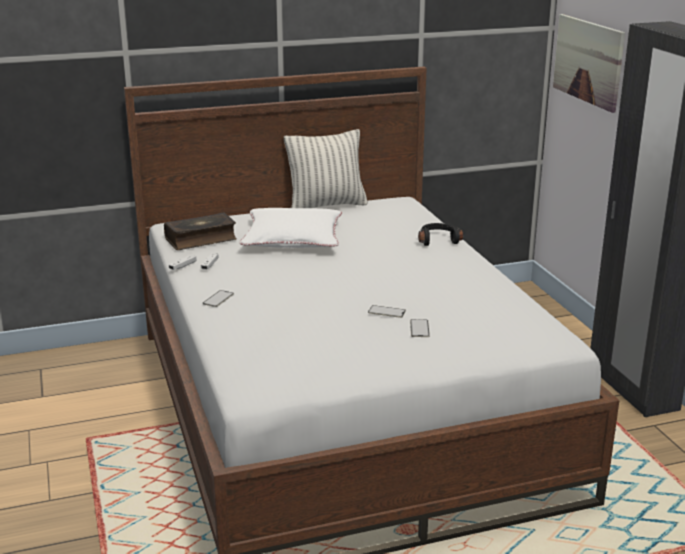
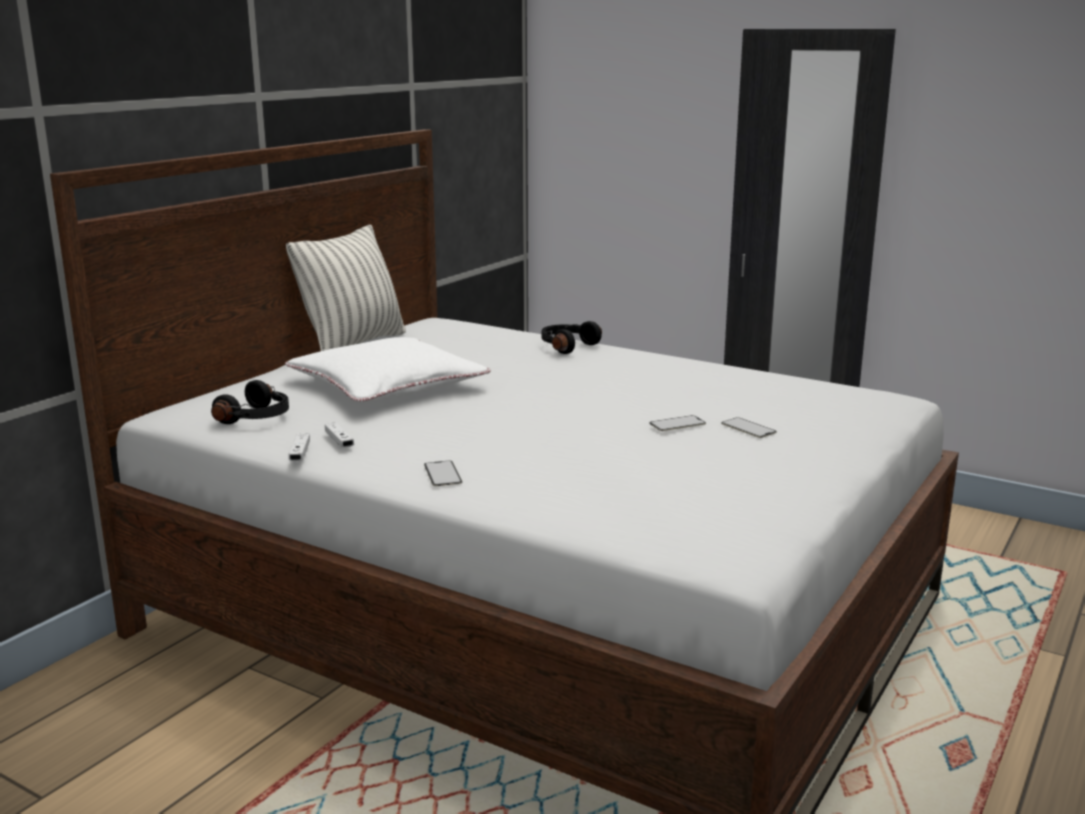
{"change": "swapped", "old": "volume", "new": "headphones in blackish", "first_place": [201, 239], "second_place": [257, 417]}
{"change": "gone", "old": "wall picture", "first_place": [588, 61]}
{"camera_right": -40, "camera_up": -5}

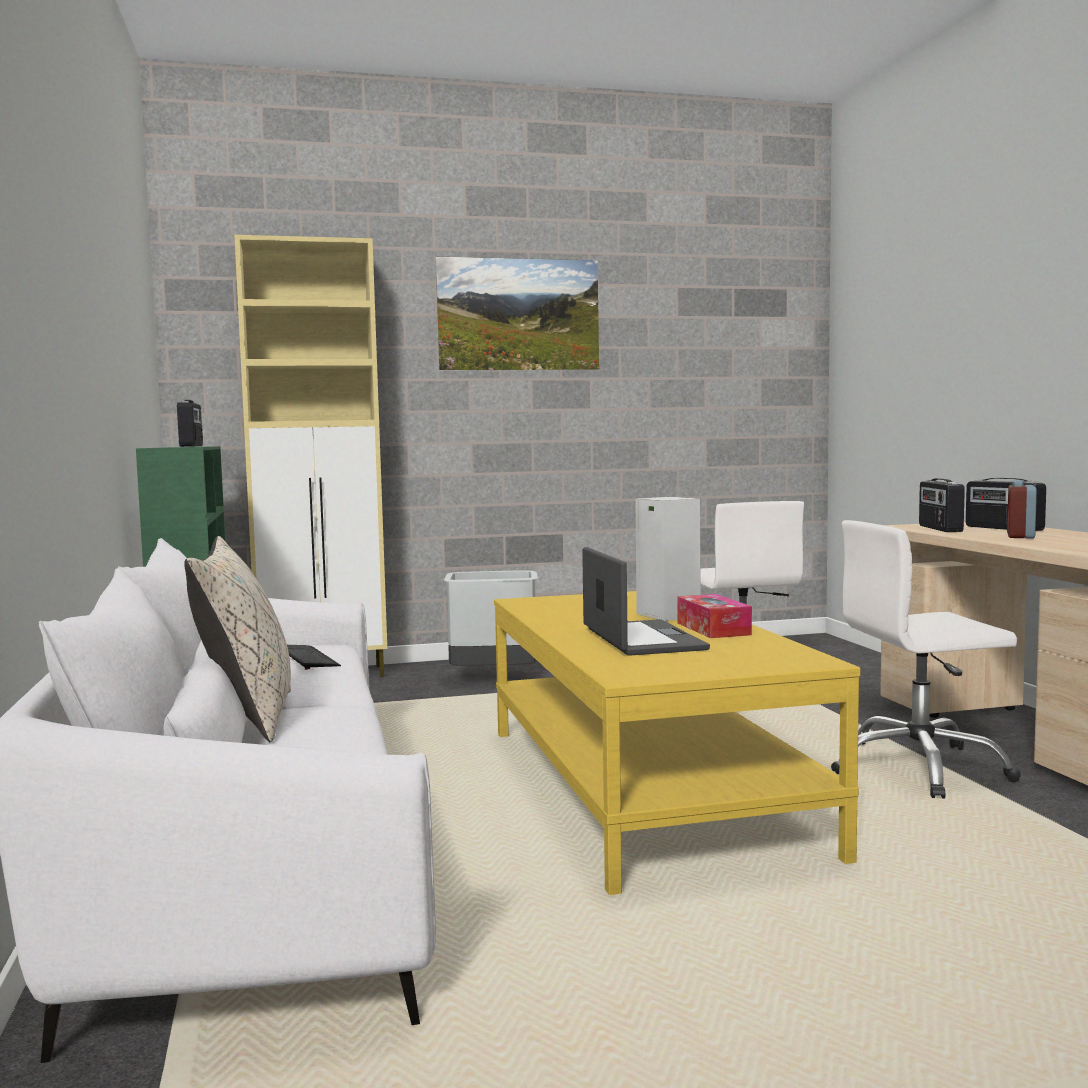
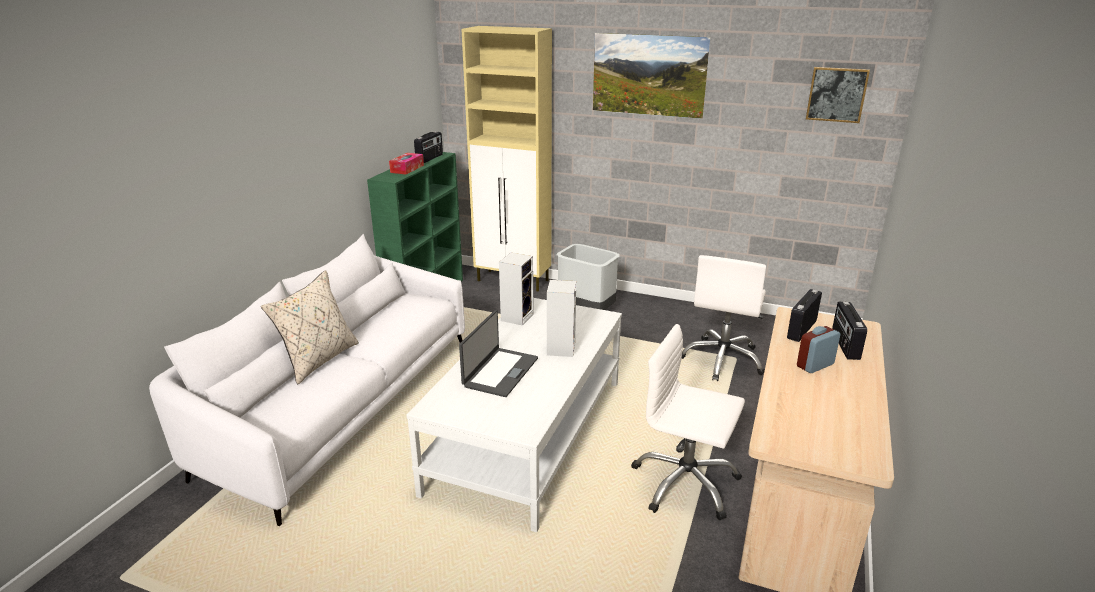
{"change": "shifted", "old": "tissue box", "first_place": [713, 629], "second_place": [407, 169]}
{"change": "repainted", "old": "low table in yellow-coloured", "new": "low table in white-coloured", "first_place": [643, 788], "second_place": [528, 434]}
{"change": "new", "new": "loudspeaker", "second_place": [517, 316]}
{"change": "new", "new": "wall picture", "second_place": [836, 94]}
{"change": "gone", "old": "computer keyboard", "first_place": [307, 658]}
{"camera_right": 35, "camera_up": 20}

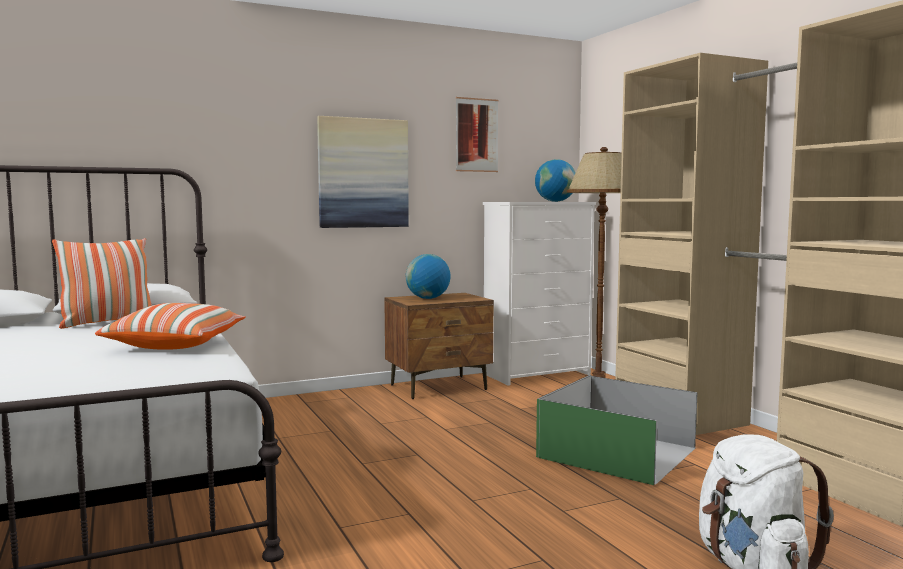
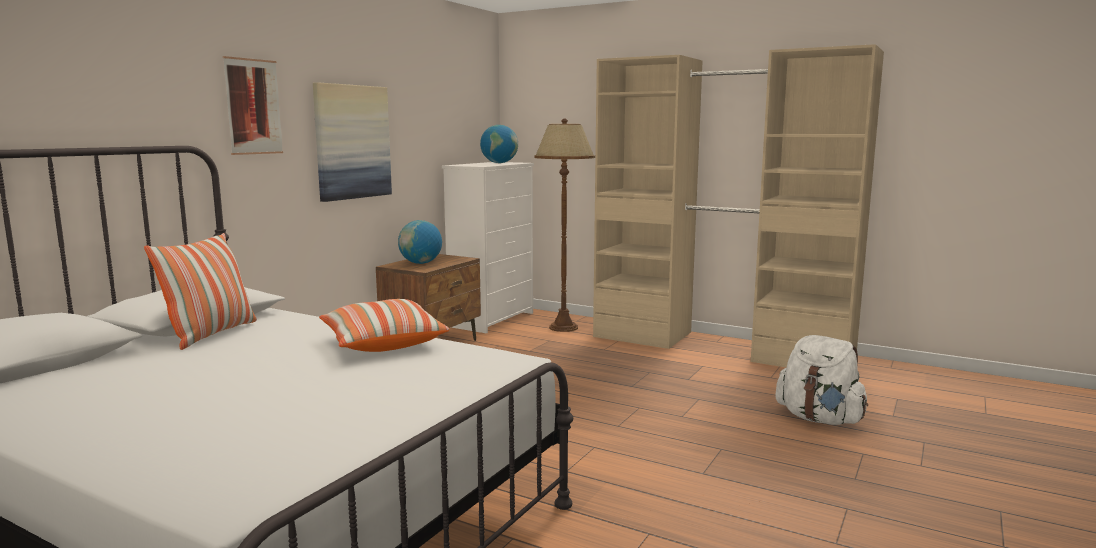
{"change": "shifted", "old": "wall picture", "first_place": [476, 135], "second_place": [253, 107]}
{"change": "gone", "old": "storage container in greenish", "first_place": [616, 453]}
{"camera_right": -35, "camera_up": 5}

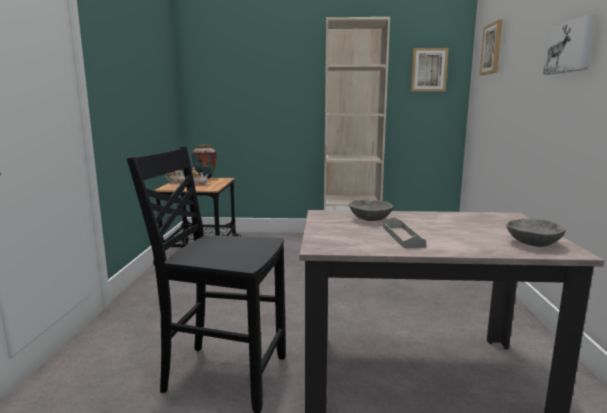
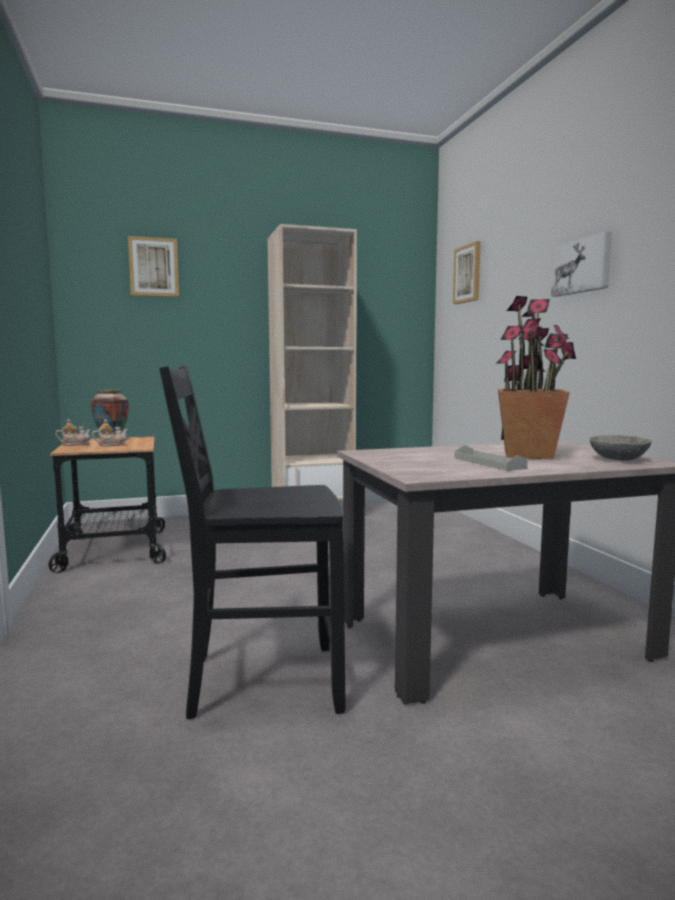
{"change": "shifted", "old": "wall picture", "first_place": [429, 70], "second_place": [153, 267]}
{"change": "new", "new": "houseplant", "second_place": [529, 455]}
{"change": "gone", "old": "deep dish in gray", "first_place": [369, 219]}
{"camera_right": -20, "camera_up": -5}

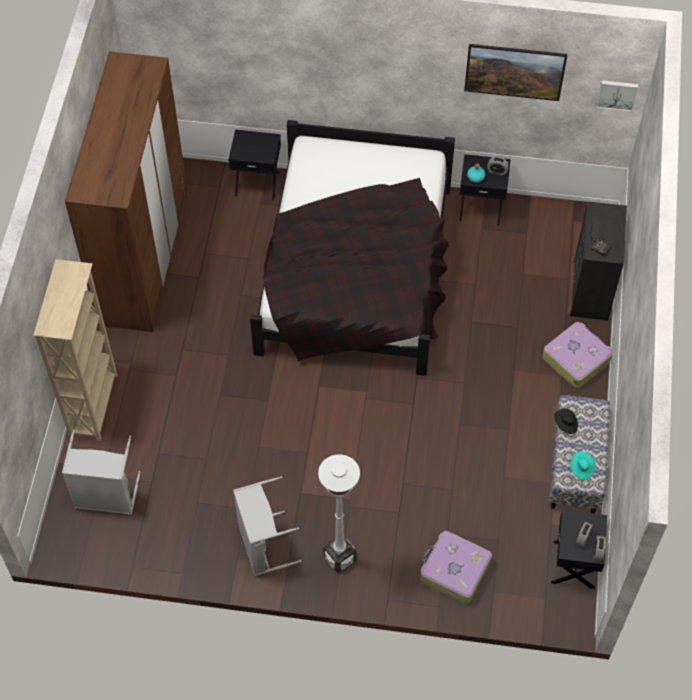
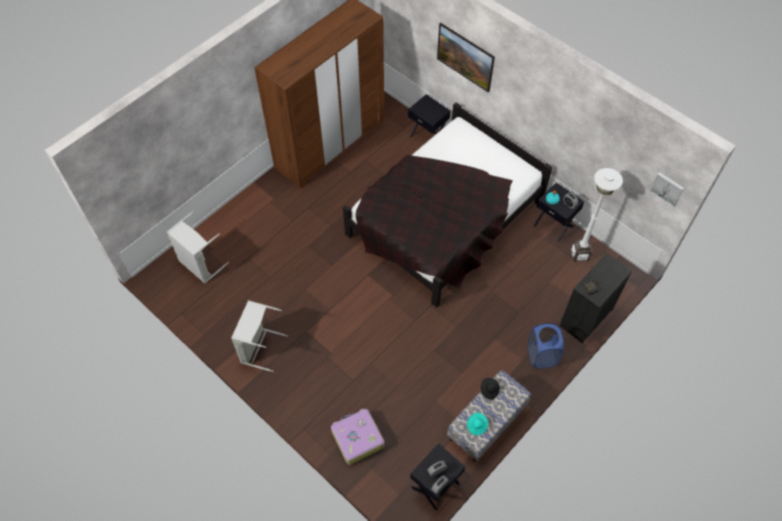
{"change": "shifted", "old": "wall picture", "first_place": [513, 83], "second_place": [464, 66]}
{"change": "swapped", "old": "piece of luggage", "new": "washing basket in bluish", "first_place": [576, 359], "second_place": [541, 355]}
{"change": "shifted", "old": "floor lamp in white-coloured", "first_place": [339, 558], "second_place": [579, 254]}
{"change": "gone", "old": "bookshelf in beige-coloured", "first_place": [94, 405]}
{"camera_right": 35, "camera_up": 0}

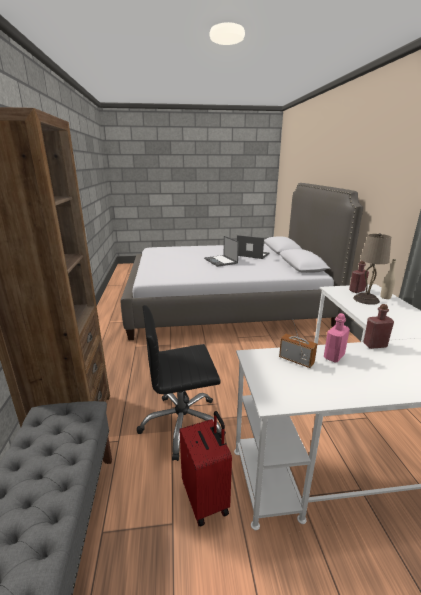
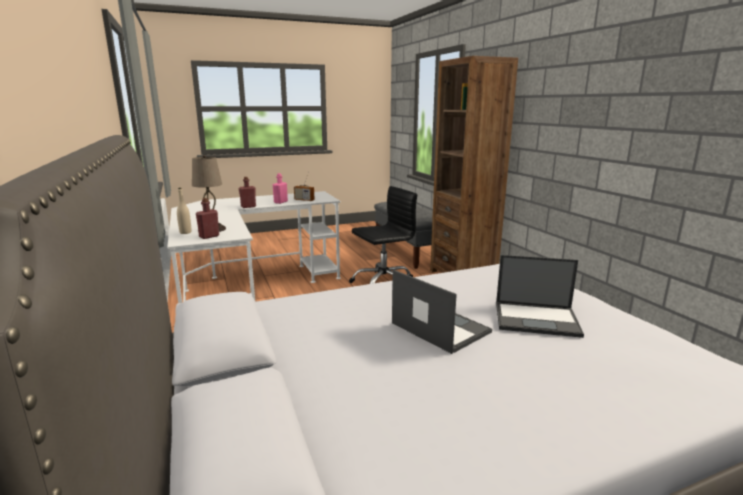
{"change": "shifted", "old": "portable computer", "first_place": [252, 254], "second_place": [537, 319]}
{"change": "gone", "old": "piece of luggage in reddish", "first_place": [206, 499]}
{"camera_right": 165, "camera_up": -5}

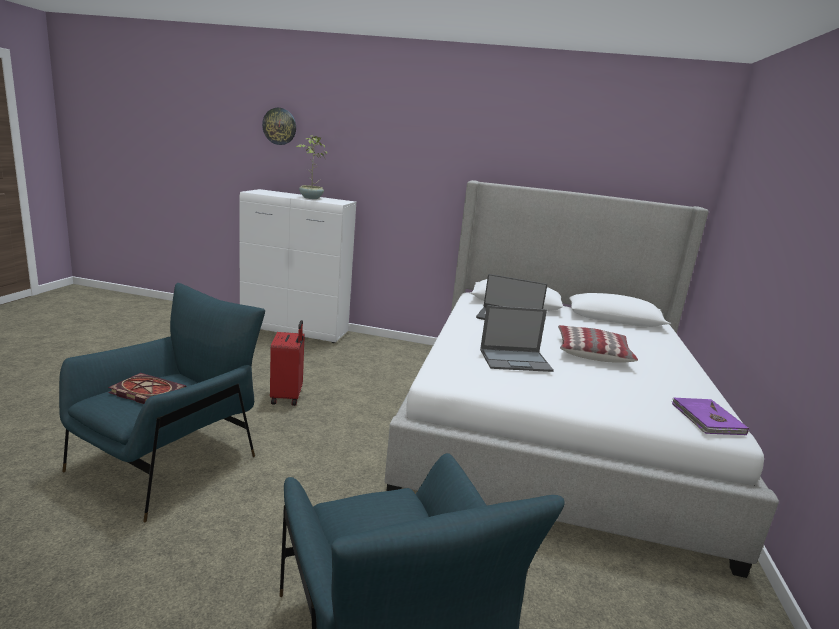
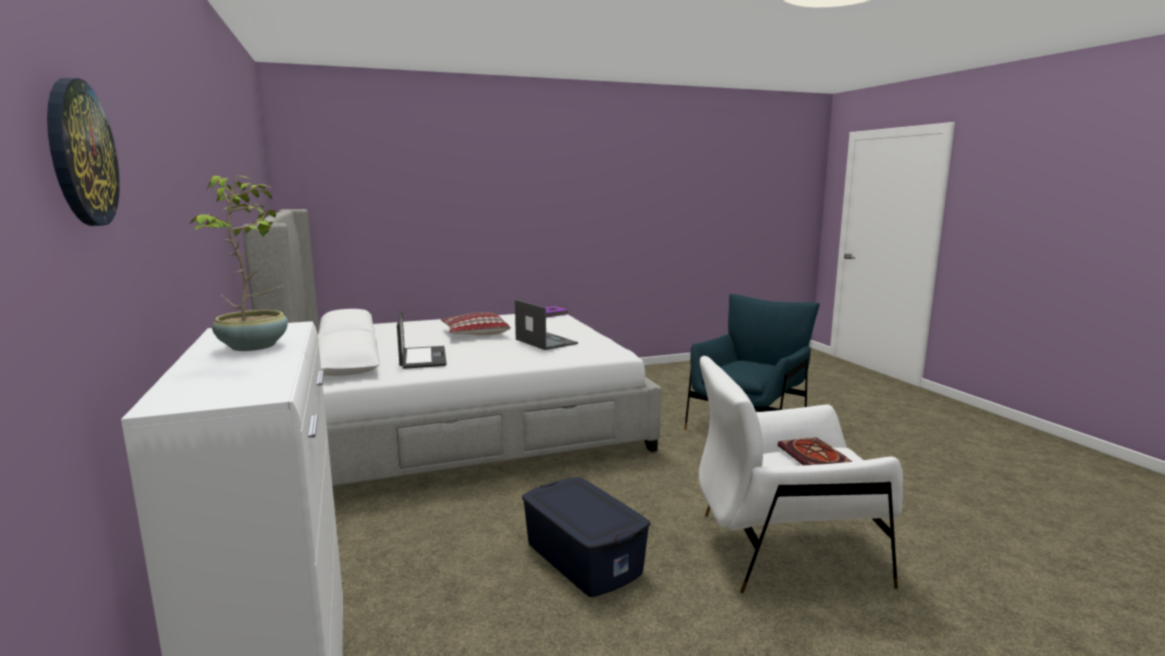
{"change": "swapped", "old": "piece of luggage in reddish", "new": "storage container in bluish", "first_place": [287, 397], "second_place": [584, 557]}
{"change": "repainted", "old": "armchair in bluish", "new": "armchair in white-coloured", "first_place": [169, 461], "second_place": [784, 548]}
{"camera_right": -120, "camera_up": -5}

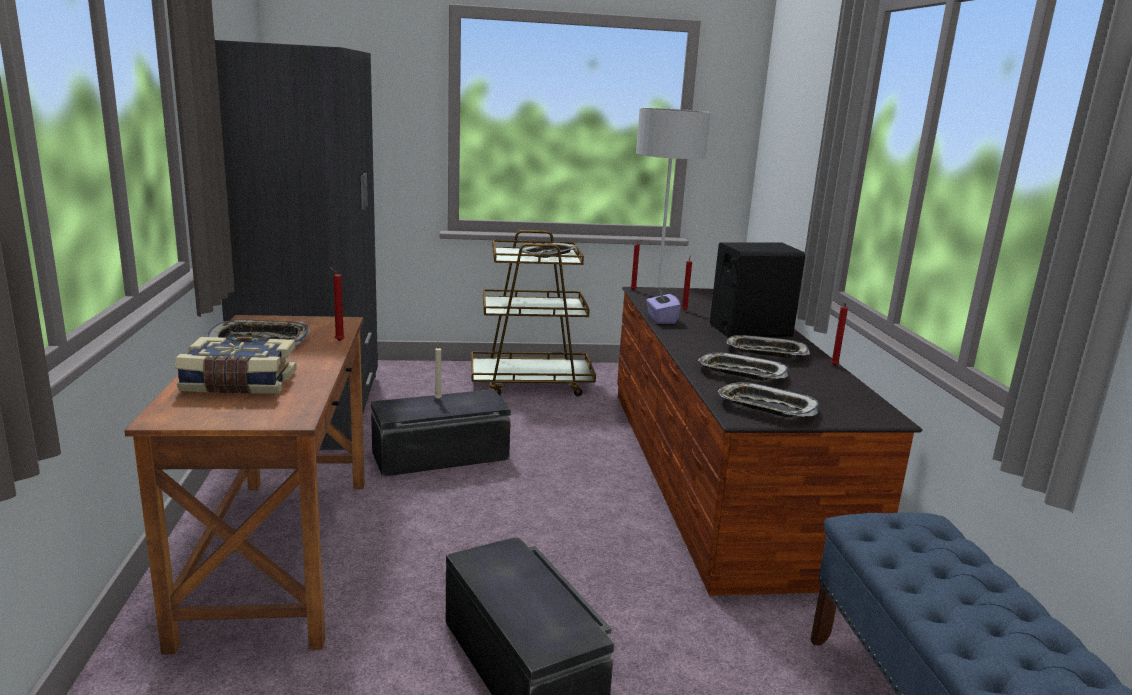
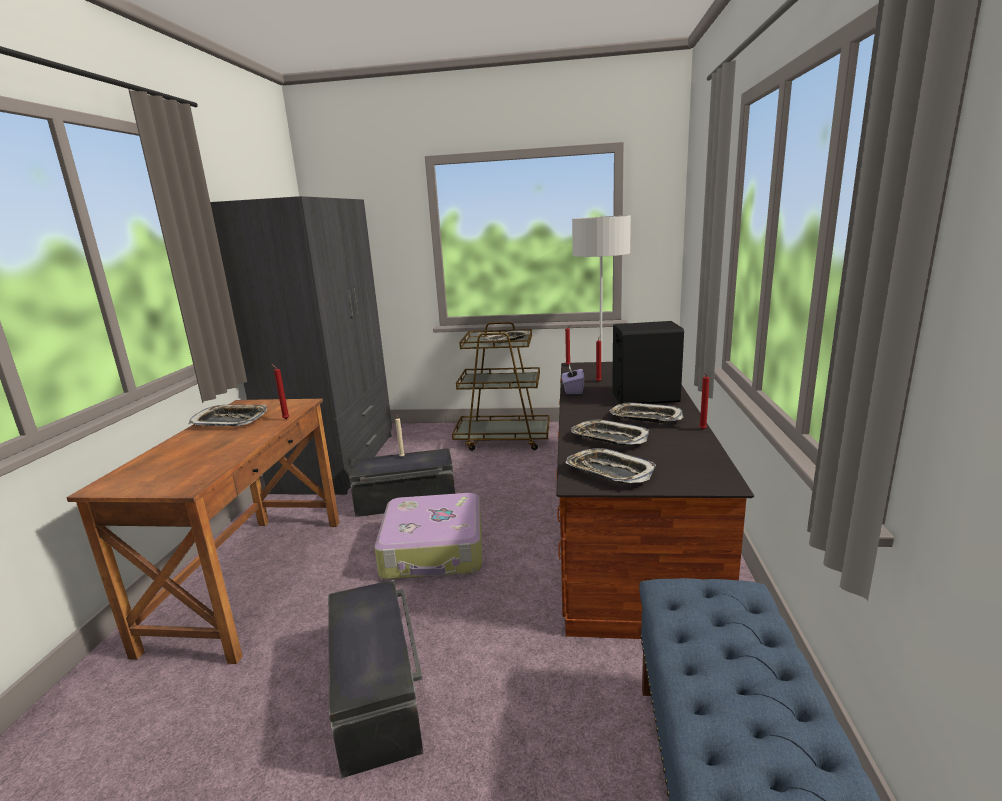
{"change": "new", "new": "piece of luggage", "second_place": [434, 550]}
{"change": "gone", "old": "volume", "first_place": [238, 384]}
{"camera_right": 15, "camera_up": 0}

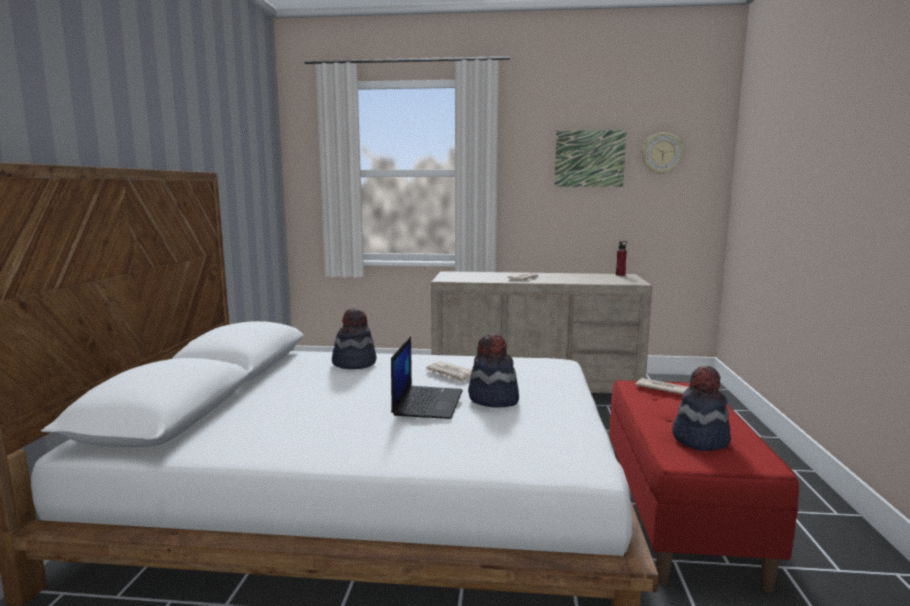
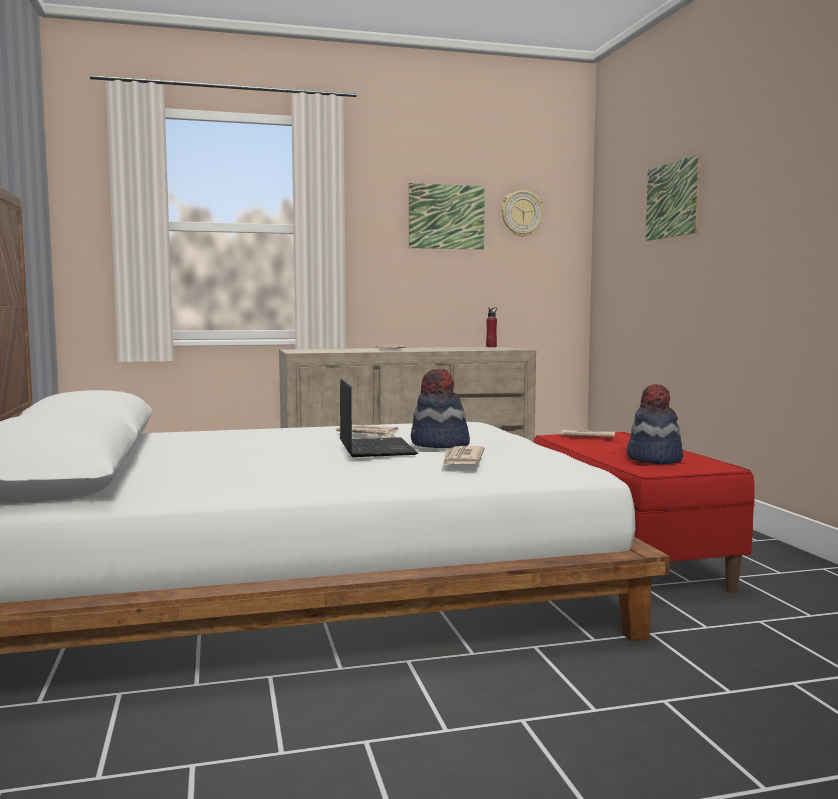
{"change": "new", "new": "printed paper", "second_place": [462, 459]}
{"change": "new", "new": "wall picture", "second_place": [672, 200]}
{"change": "gone", "old": "hat", "first_place": [354, 363]}
{"camera_right": -20, "camera_up": -5}

